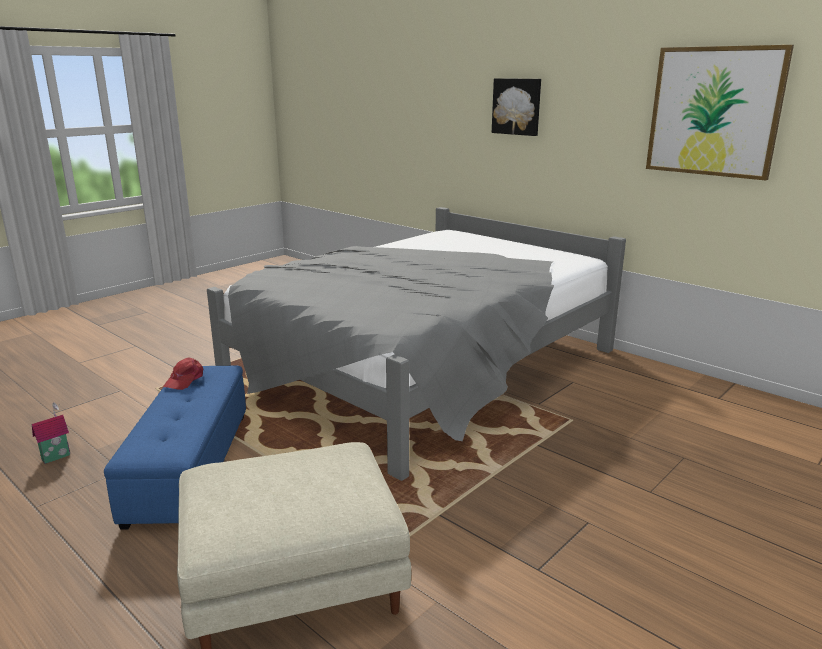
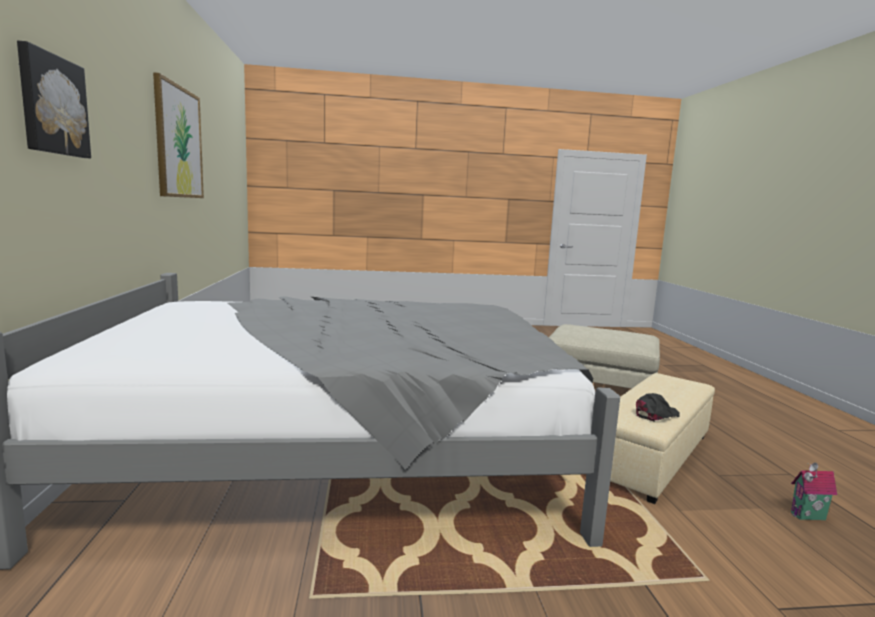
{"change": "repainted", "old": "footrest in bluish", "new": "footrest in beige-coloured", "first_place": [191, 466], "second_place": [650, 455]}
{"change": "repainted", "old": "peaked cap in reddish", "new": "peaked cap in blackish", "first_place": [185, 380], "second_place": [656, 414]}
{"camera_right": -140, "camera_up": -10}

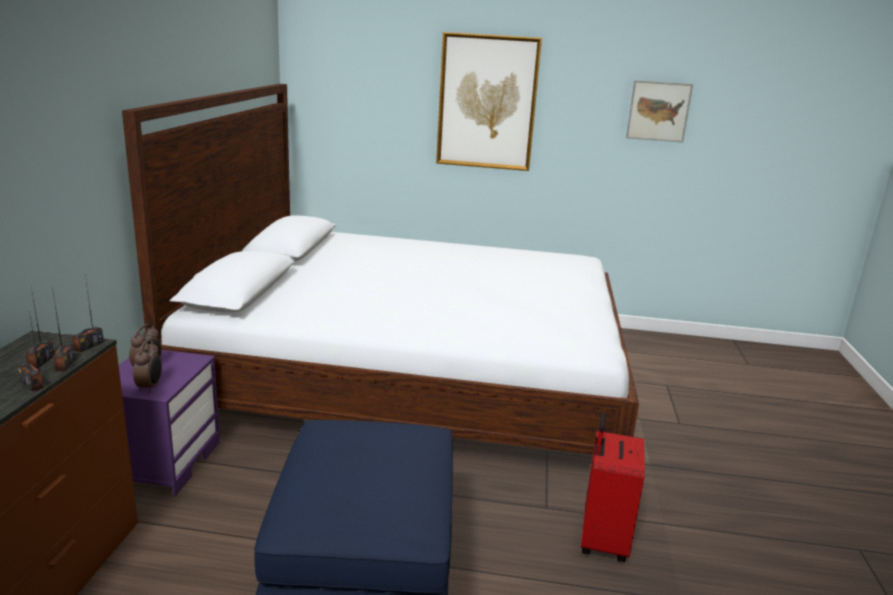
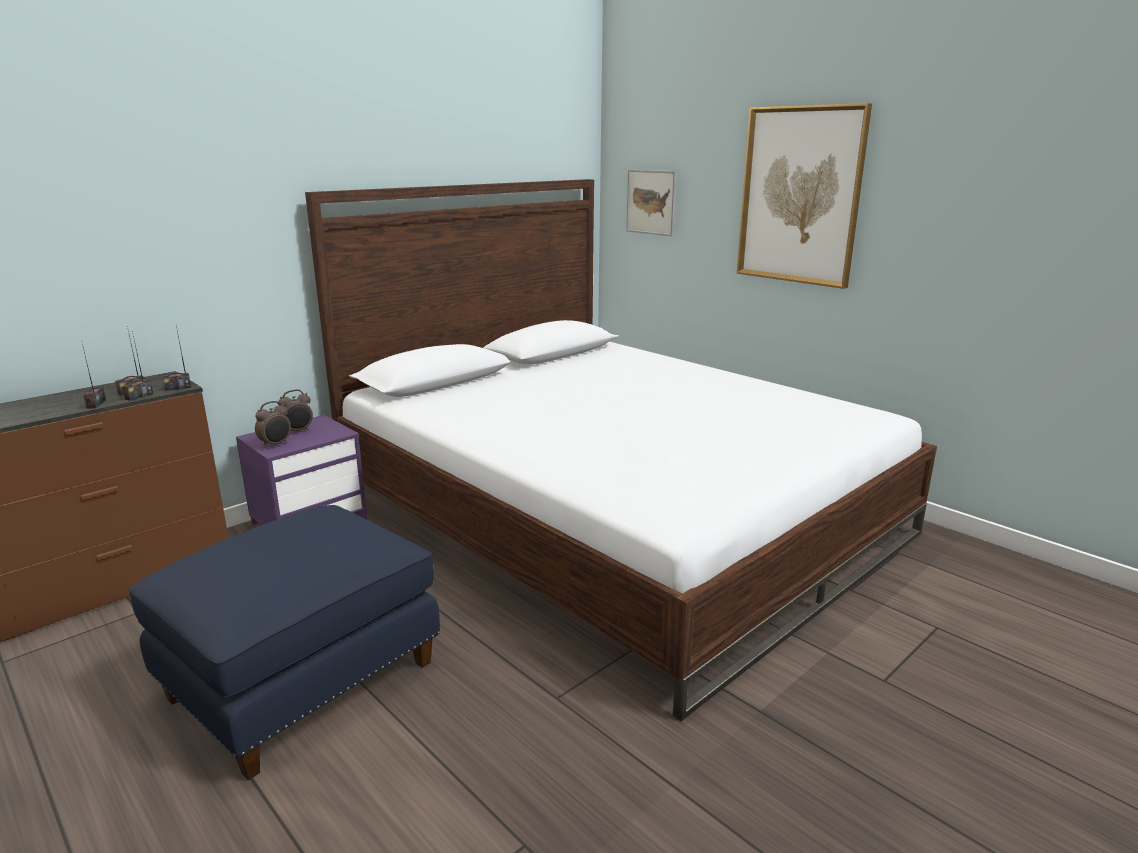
{"change": "shifted", "old": "wall picture", "first_place": [658, 111], "second_place": [651, 202]}
{"change": "gone", "old": "piece of luggage in reddish", "first_place": [601, 540]}
{"camera_right": 40, "camera_up": 0}

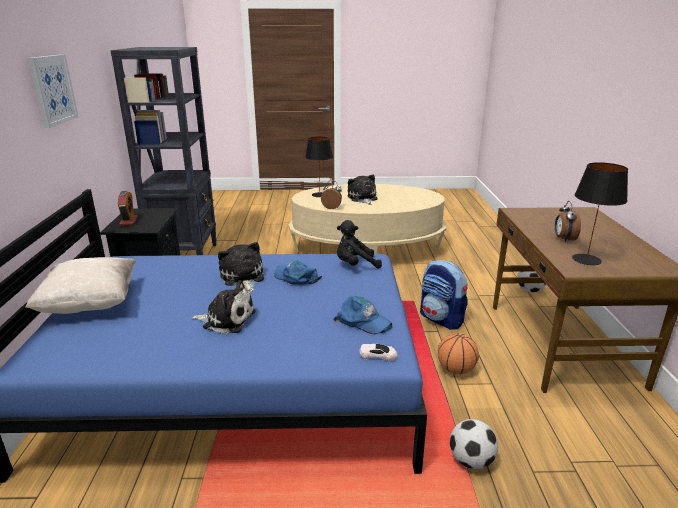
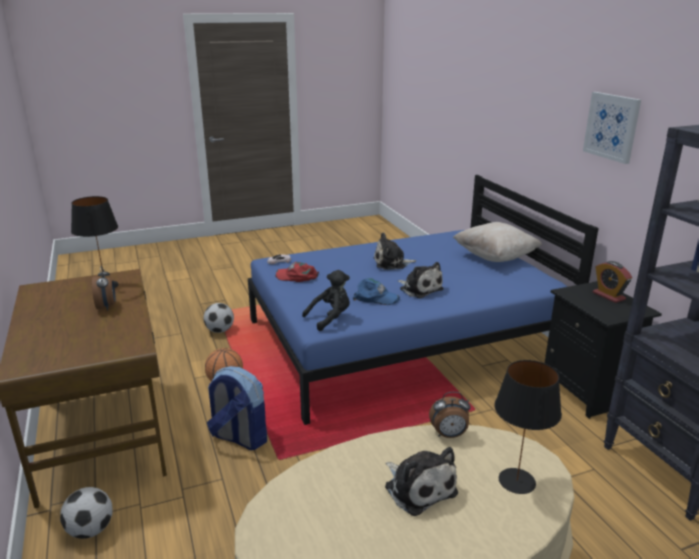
{"change": "repainted", "old": "peaked cap in bluish", "new": "peaked cap in reddish", "first_place": [363, 321], "second_place": [297, 276]}
{"camera_right": 160, "camera_up": 0}

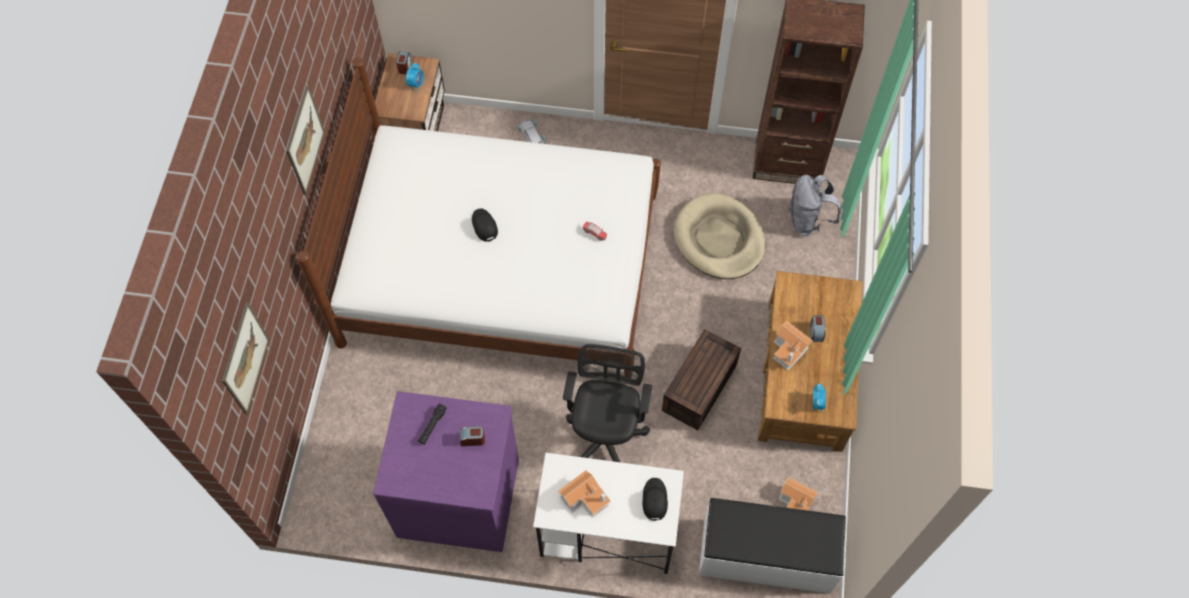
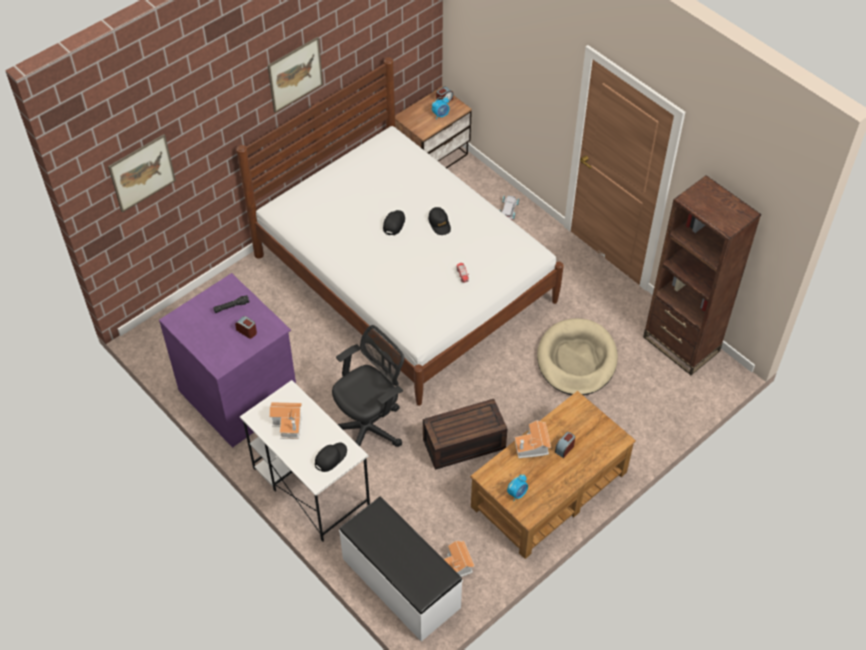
{"change": "new", "new": "peaked cap in blackish", "second_place": [439, 224]}
{"change": "gone", "old": "knapsack in gray", "first_place": [807, 221]}
{"camera_right": 40, "camera_up": -10}

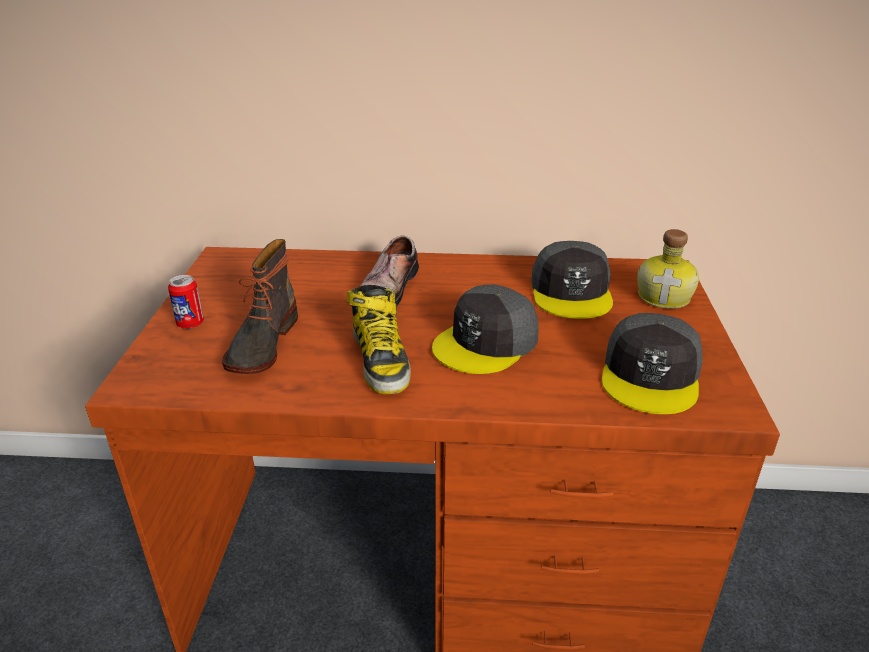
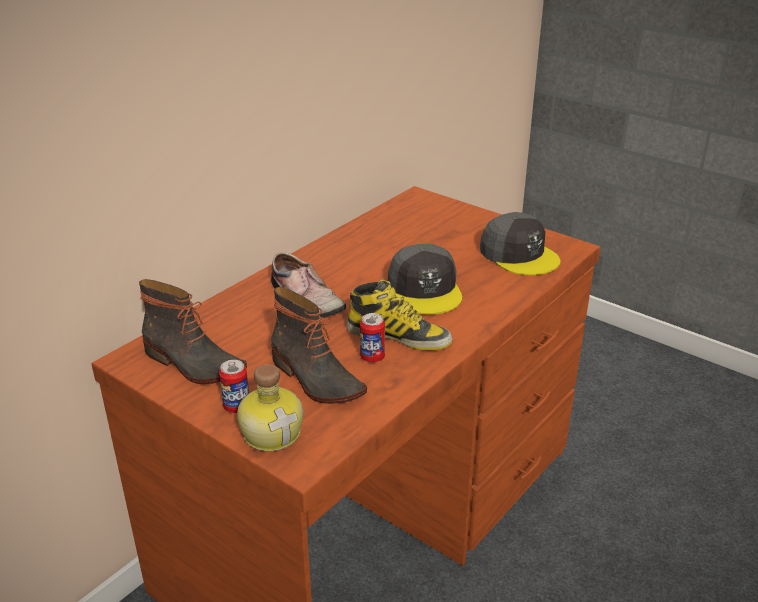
{"change": "new", "new": "boot", "second_place": [193, 364]}
{"change": "shifted", "old": "beverage bottle", "first_place": [665, 297], "second_place": [272, 432]}
{"change": "new", "new": "can", "second_place": [372, 357]}
{"change": "gone", "old": "peaked cap in gray", "first_place": [571, 292]}
{"camera_right": -55, "camera_up": 0}

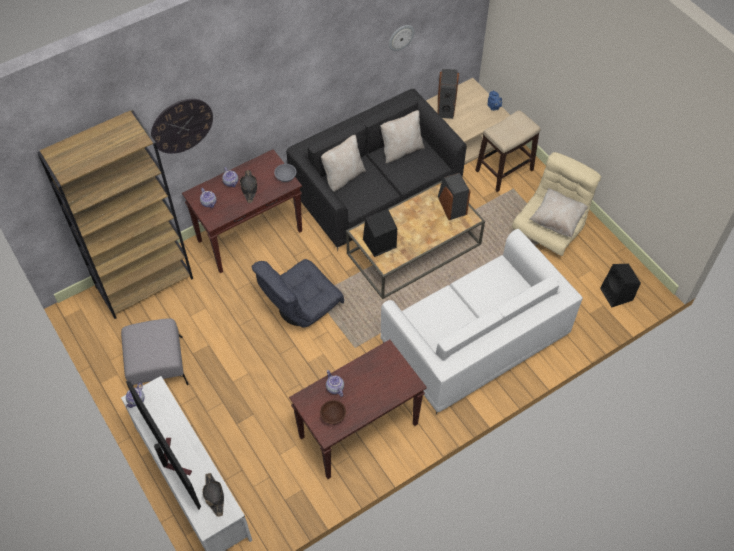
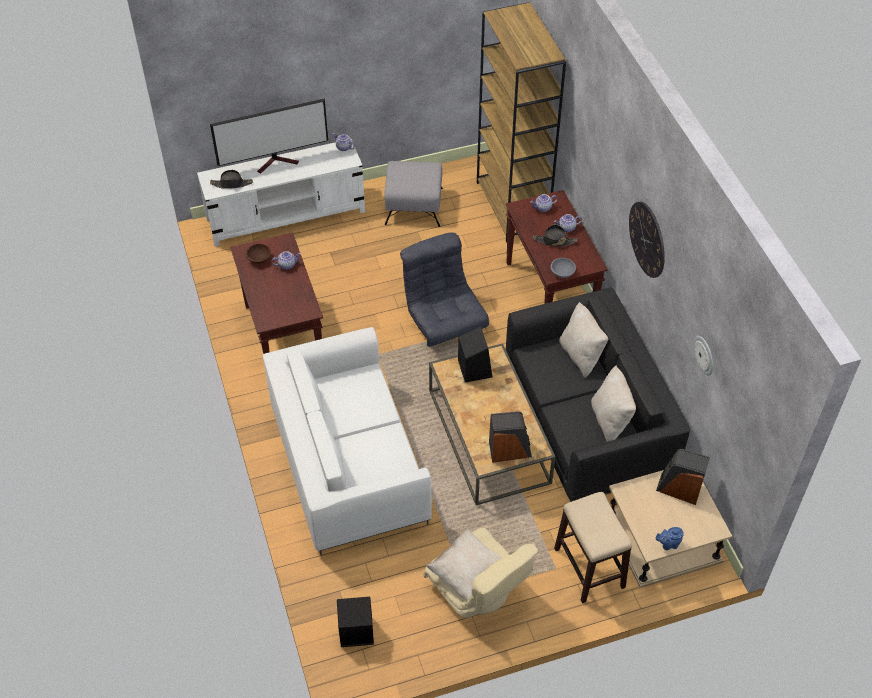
{"change": "shifted", "old": "wall clock", "first_place": [181, 125], "second_place": [647, 239]}
{"camera_right": 105, "camera_up": -5}

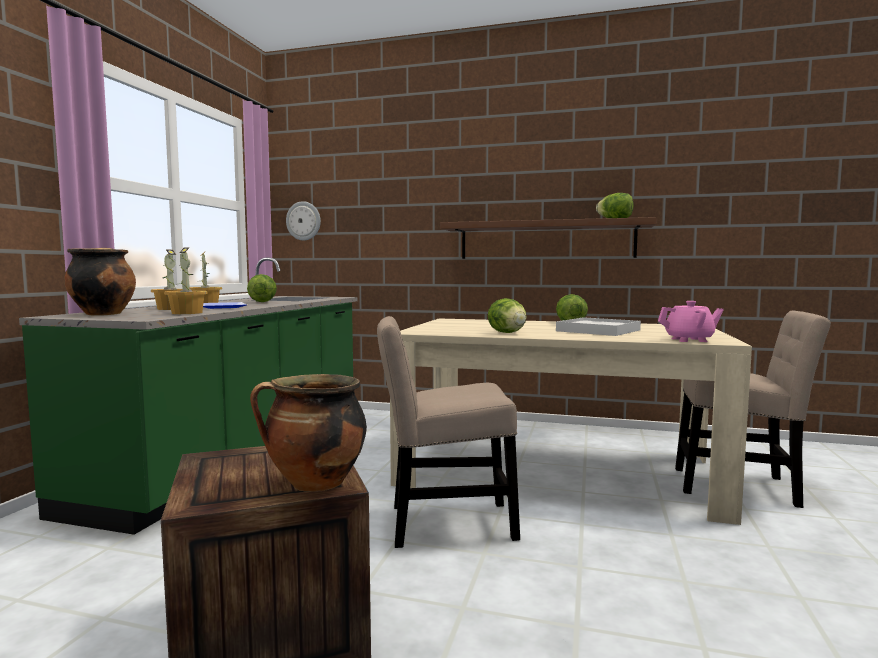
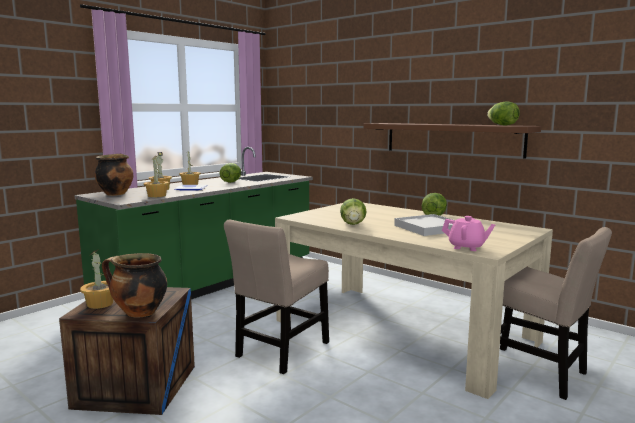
{"change": "new", "new": "houseplant", "second_place": [100, 304]}
{"change": "rotated", "old": "upright chair in beige-coloured", "first_place": [444, 523], "second_place": [281, 351], "degrees": -75}
{"change": "gone", "old": "wall clock", "first_place": [303, 221]}
{"camera_right": 25, "camera_up": 5}

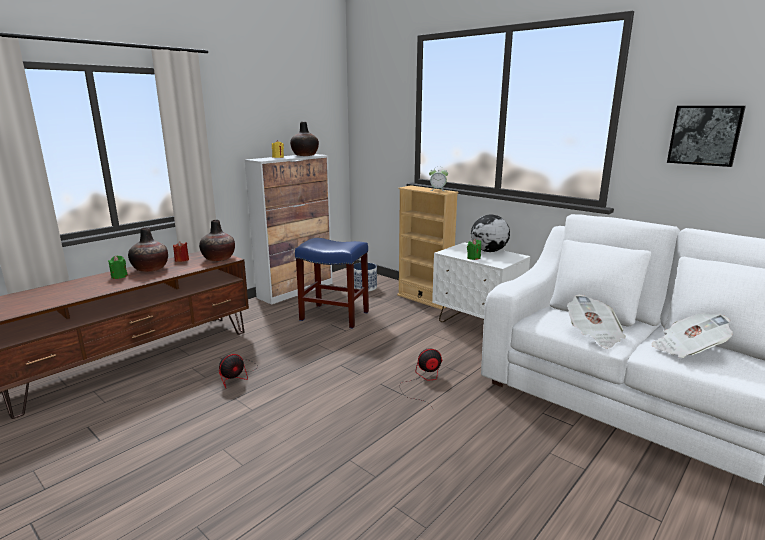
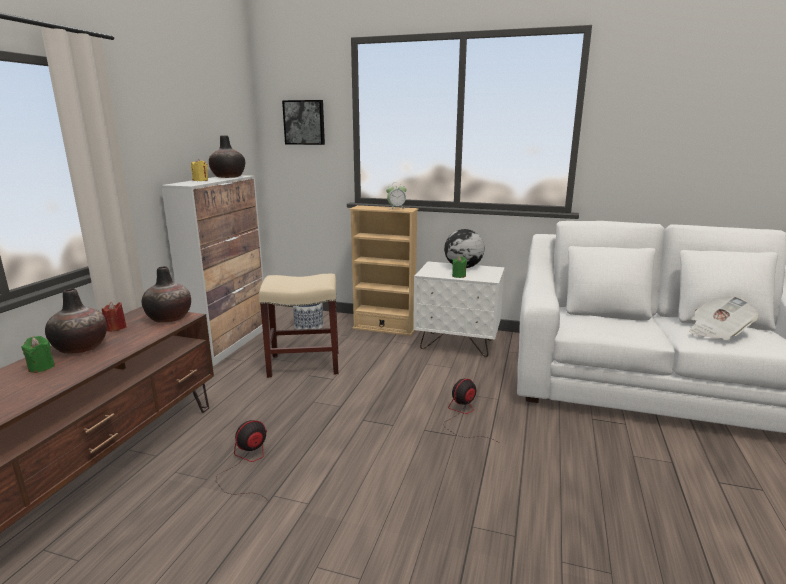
{"change": "rotated", "old": "fan", "first_place": [236, 375], "second_place": [247, 465], "degrees": -150}
{"change": "repainted", "old": "stool seat in bluish", "new": "stool seat in beige-coloured", "first_place": [335, 316], "second_place": [305, 364]}
{"change": "shifted", "old": "wall picture", "first_place": [705, 135], "second_place": [304, 122]}
{"change": "gone", "old": "printed paper", "first_place": [594, 335]}
{"camera_right": -25, "camera_up": 0}

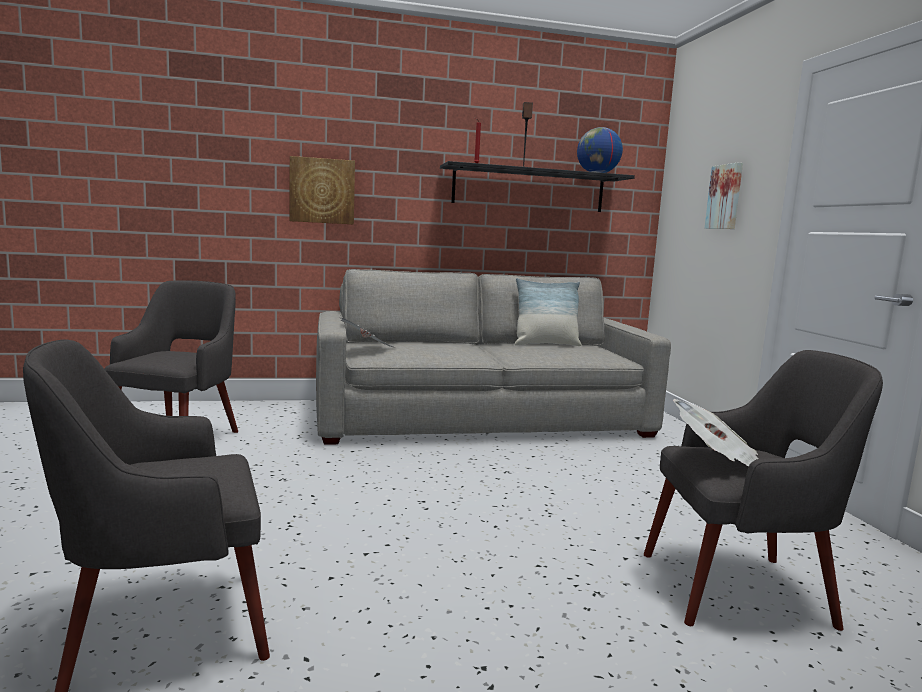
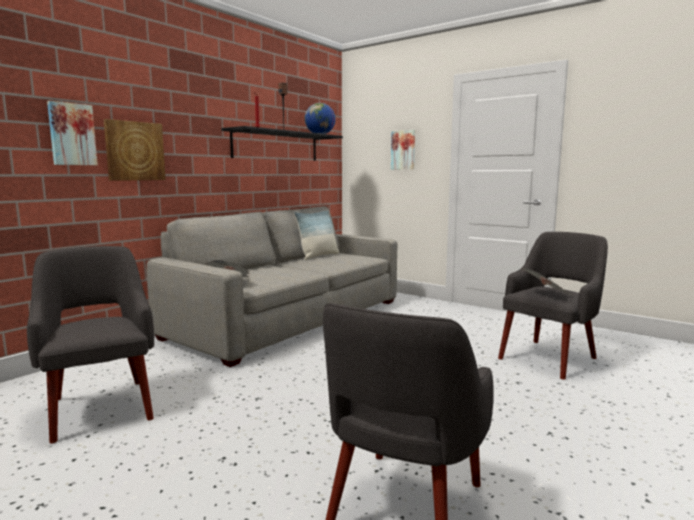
{"change": "new", "new": "wall picture", "second_place": [72, 134]}
{"camera_right": -40, "camera_up": 0}

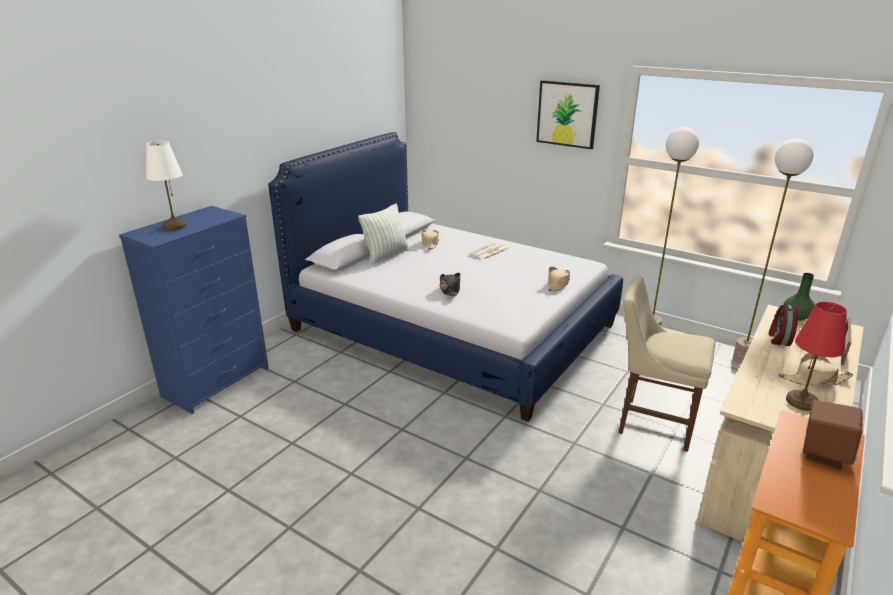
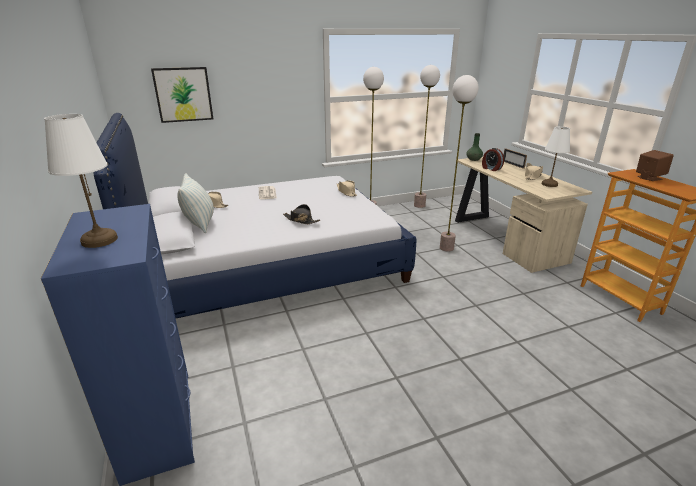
{"change": "shifted", "old": "wall picture", "first_place": [567, 114], "second_place": [183, 94]}
{"change": "swapped", "old": "upright chair in beige-coloured", "new": "floor lamp", "first_place": [652, 422], "second_place": [446, 248]}
{"change": "repainted", "old": "table lamp in reddish", "new": "table lamp in white-coloured", "first_place": [801, 401], "second_place": [549, 184]}
{"camera_right": -55, "camera_up": 0}

